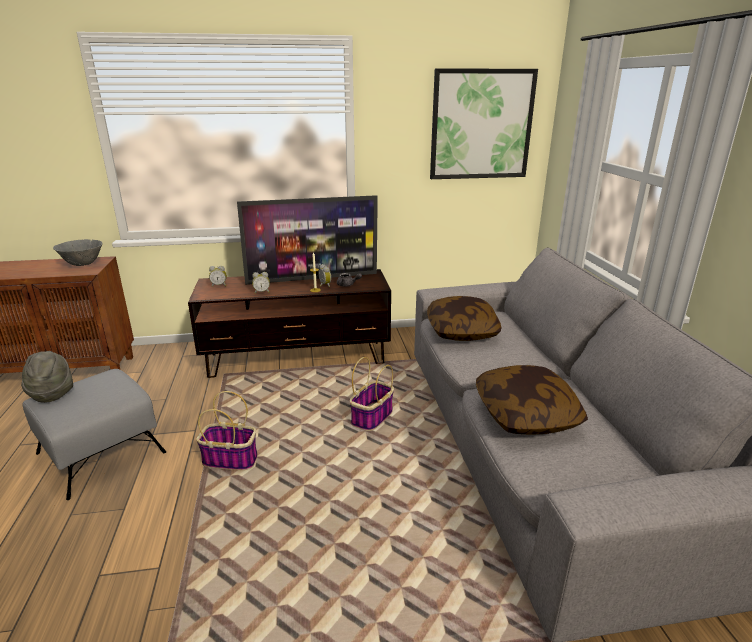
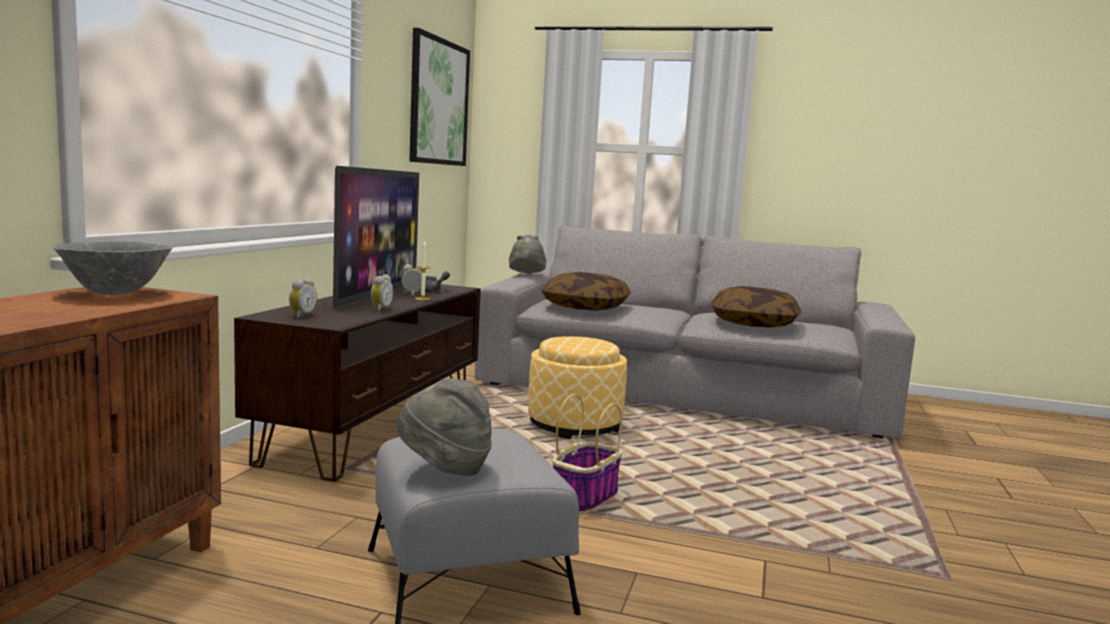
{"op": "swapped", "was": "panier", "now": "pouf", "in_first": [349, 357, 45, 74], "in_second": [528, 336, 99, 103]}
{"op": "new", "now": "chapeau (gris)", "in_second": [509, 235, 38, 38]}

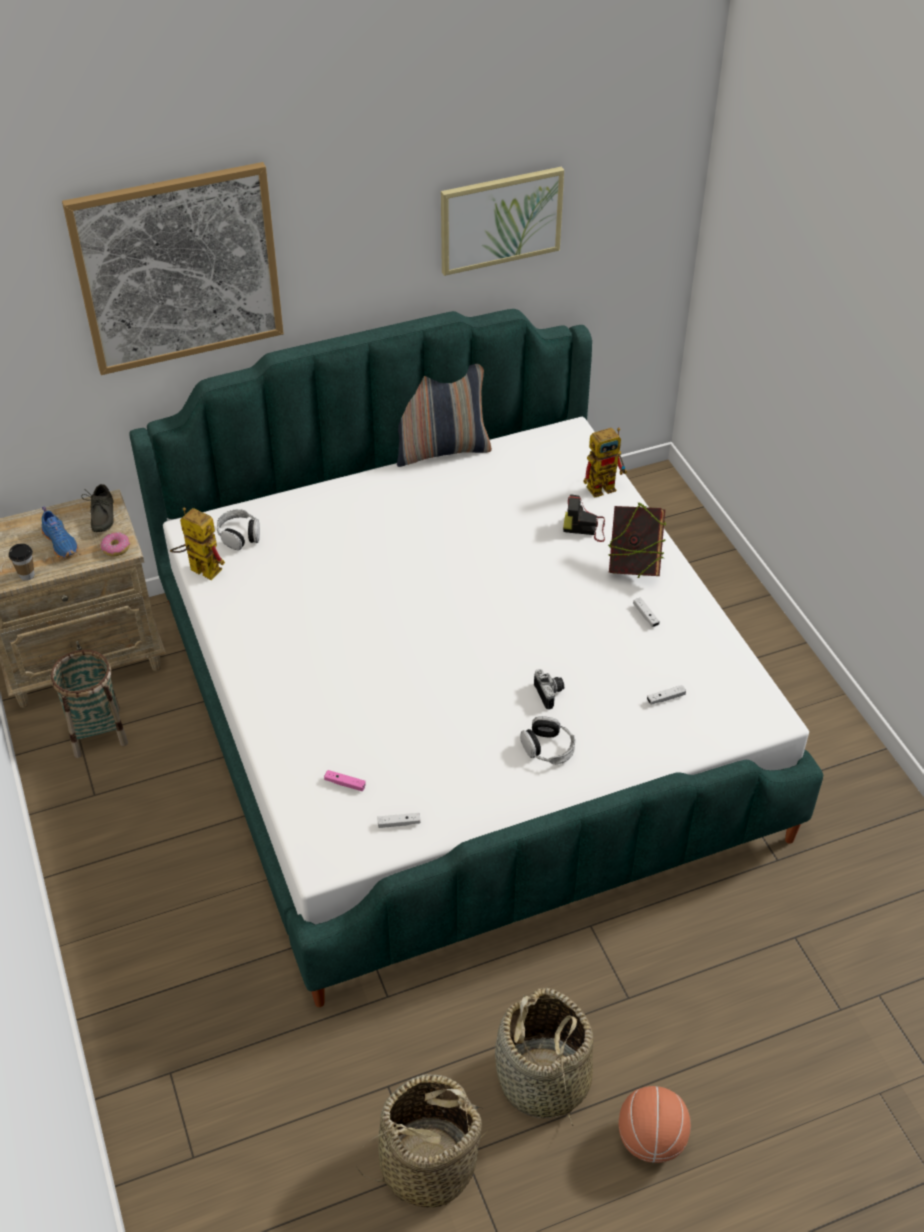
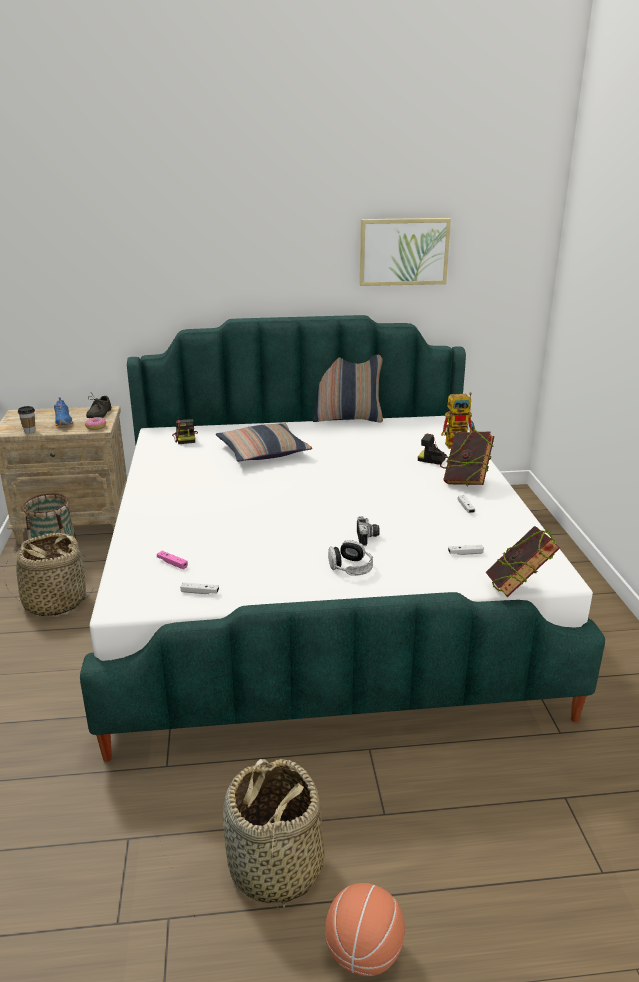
{"op": "gone", "was": "tableau", "in_first": [62, 162, 222, 213]}
{"op": "gone", "was": "robot jouet", "in_first": [170, 507, 55, 73]}
{"op": "swapped", "was": "casque audio", "now": "appareil photo", "in_first": [217, 509, 43, 41], "in_second": [172, 419, 26, 25]}
{"op": "shifted", "was": "panier", "in_first": [357, 1074, 128, 134], "in_second": [4, 533, 90, 84]}
{"op": "new", "now": "coussin", "in_second": [216, 423, 96, 39]}
{"op": "new", "now": "livre", "in_second": [486, 526, 74, 71]}

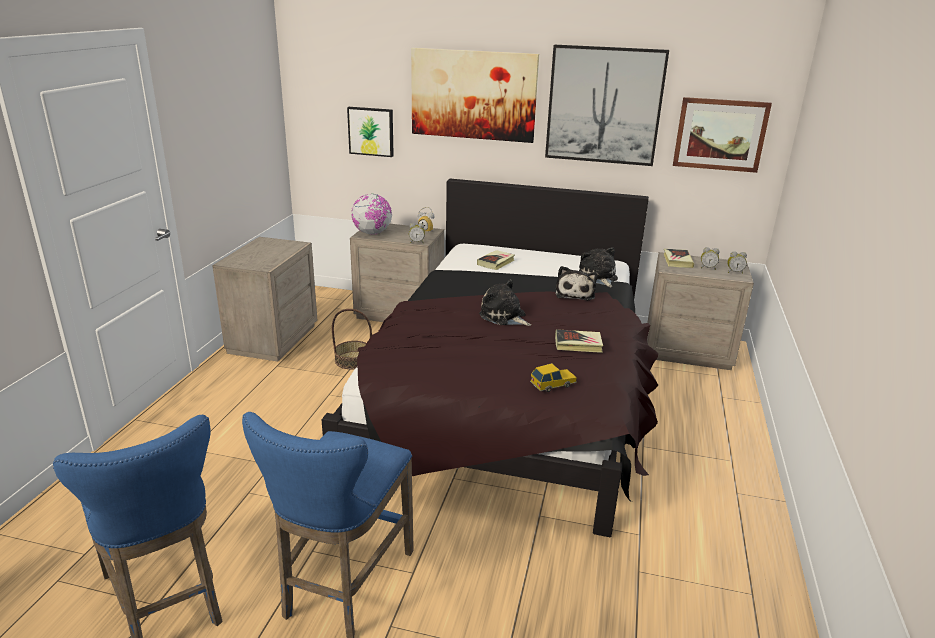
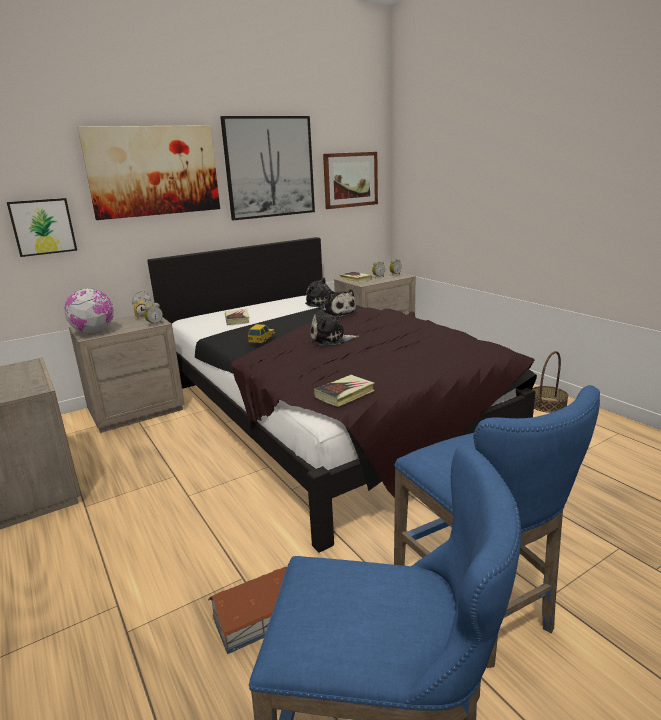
{"op": "shifted", "was": "panier", "in_first": [332, 309, 40, 60], "in_second": [532, 351, 36, 62]}
{"op": "shifted", "was": "livre", "in_first": [555, 329, 48, 24], "in_second": [314, 375, 61, 32]}
{"op": "shifted", "was": "petite voiture", "in_first": [530, 363, 47, 29], "in_second": [248, 324, 27, 19]}
{"op": "new", "now": "maison miniature", "in_second": [208, 567, 79, 87]}

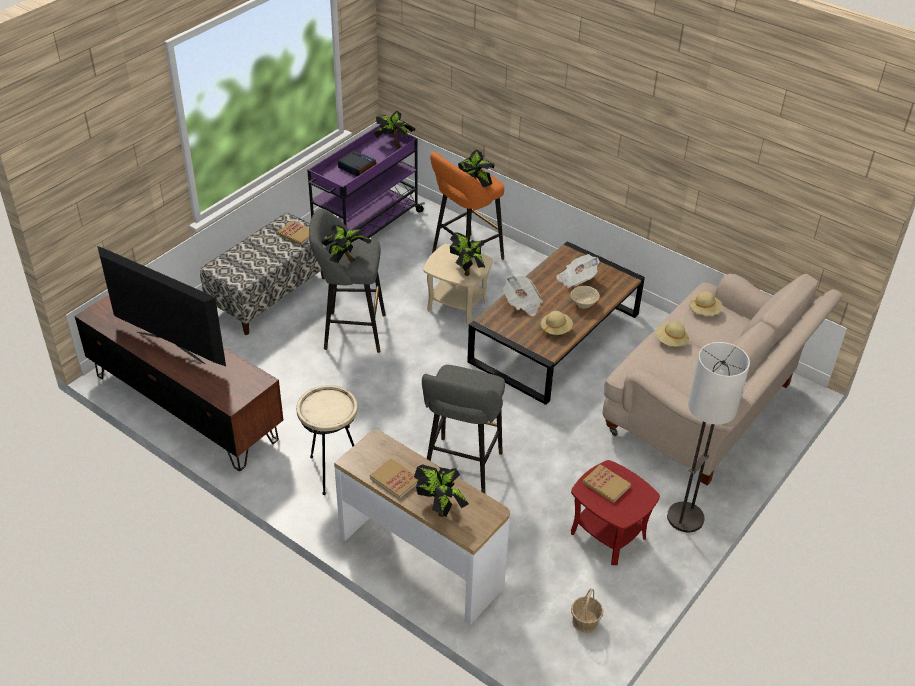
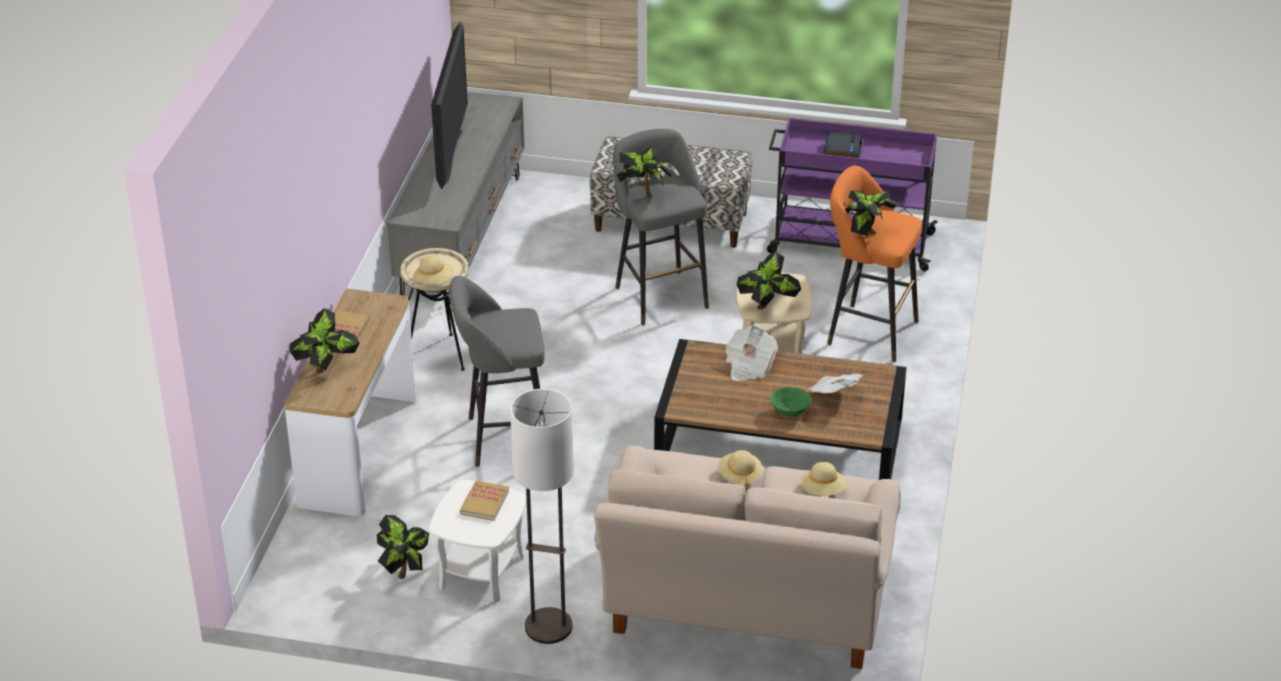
{"op": "shifted", "was": "plante en pot", "in_first": [374, 111, 42, 37], "in_second": [377, 515, 52, 64]}
{"op": "gone", "was": "livre", "in_first": [277, 220, 32, 26]}
{"op": "repainted", "was": "bol (beige)", "now": "bol (vert)", "in_first": [571, 286, 29, 22], "in_second": [771, 387, 41, 30]}
{"op": "repainted", "was": "meuble télé (marron)", "now": "meuble télé (gris)", "in_first": [75, 295, 208, 176], "in_second": [387, 92, 137, 213]}
{"op": "shifted", "was": "chapeau (beige)", "in_first": [540, 311, 33, 25], "in_second": [414, 255, 40, 30]}
{"op": "repainted", "was": "table d'appoint (rouge)", "now": "table d'appoint (blanc)", "in_first": [571, 460, 89, 105], "in_second": [429, 480, 97, 123]}
{"op": "gone", "was": "panier", "in_first": [571, 588, 32, 45]}

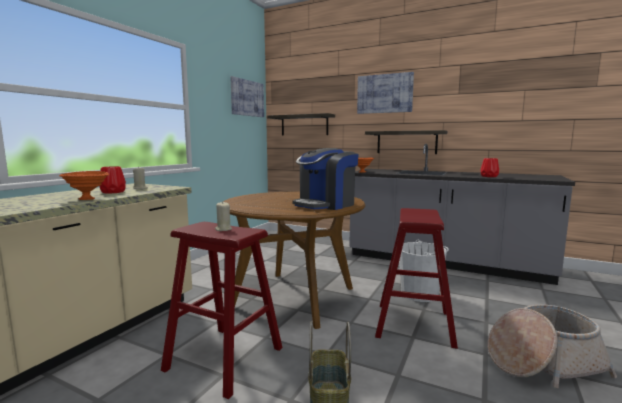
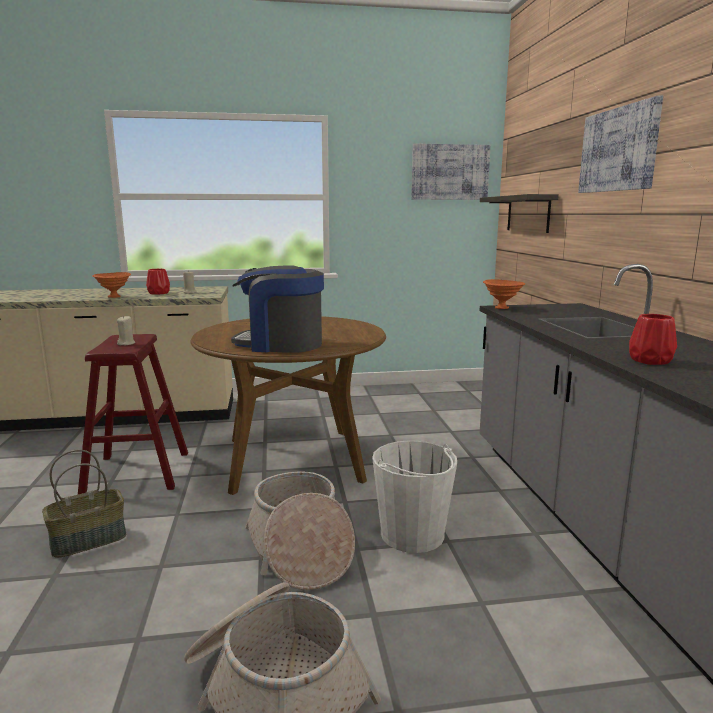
{"op": "gone", "was": "étagère", "in_first": [365, 130, 82, 24]}
{"op": "swapped", "was": "tabouret (rouge)", "now": "panier", "in_first": [375, 208, 83, 141], "in_second": [245, 471, 110, 119]}

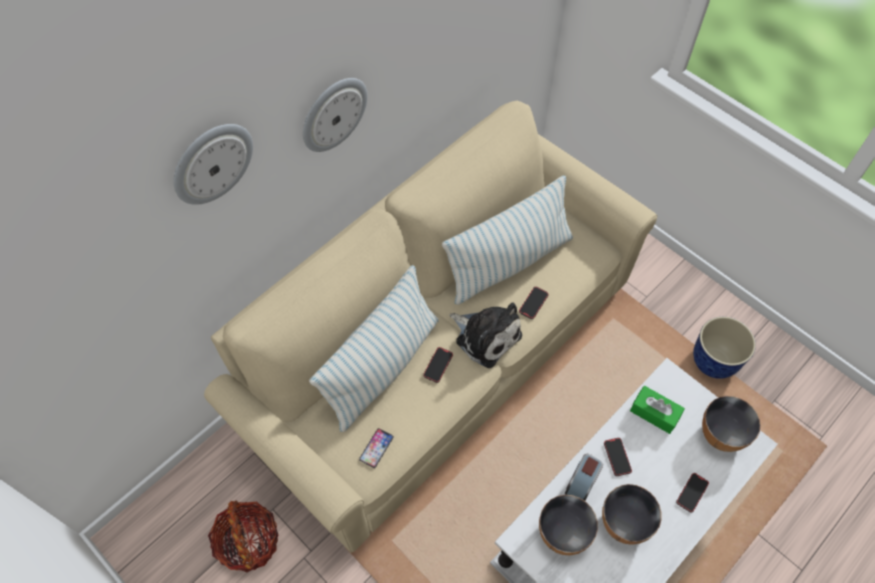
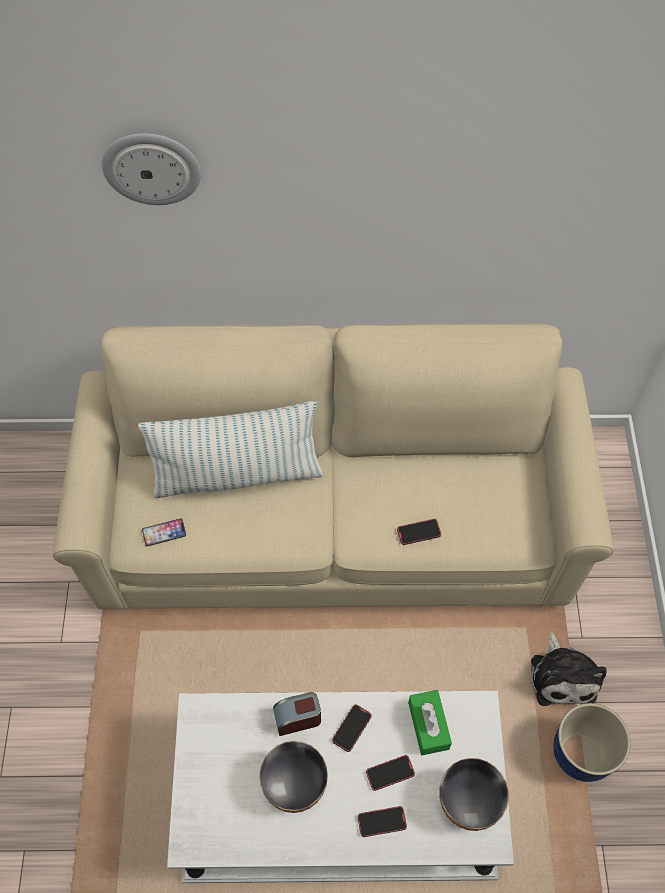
{"op": "gone", "was": "horloge murale", "in_first": [303, 78, 64, 74]}
{"op": "gone", "was": "coussin", "in_first": [442, 175, 131, 130]}
{"op": "shifted", "was": "peluche", "in_first": [450, 303, 72, 65], "in_second": [531, 632, 76, 74]}
{"op": "shifted", "was": "téléphone", "in_first": [423, 347, 30, 36], "in_second": [366, 755, 49, 36]}
{"op": "gone", "was": "bol", "in_first": [539, 495, 59, 60]}
{"op": "gone", "was": "panier", "in_first": [208, 501, 71, 71]}

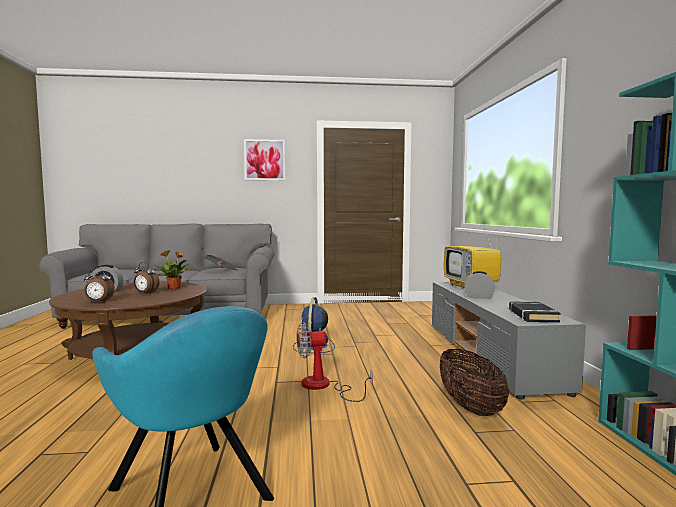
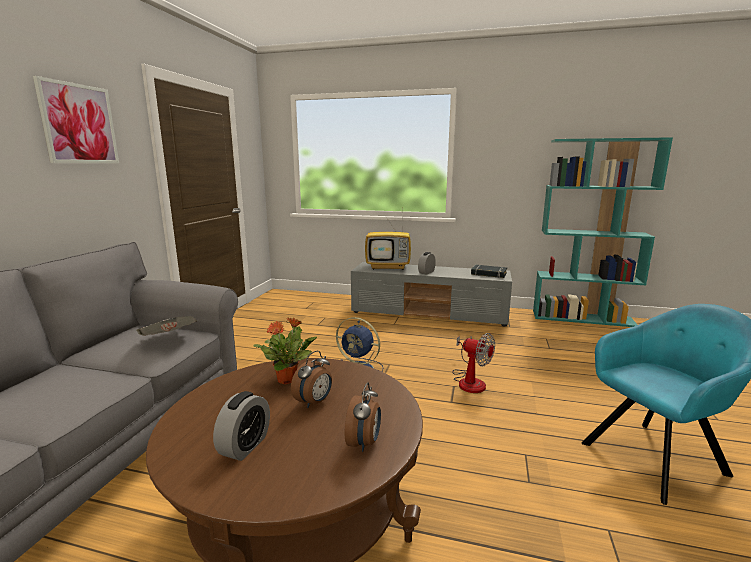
{"op": "rotated", "was": "ventilateur", "in_first": [297, 322, 76, 80], "in_second": [452, 333, 43, 60], "clockwise": -60}
{"op": "gone", "was": "panier", "in_first": [440, 349, 70, 67]}

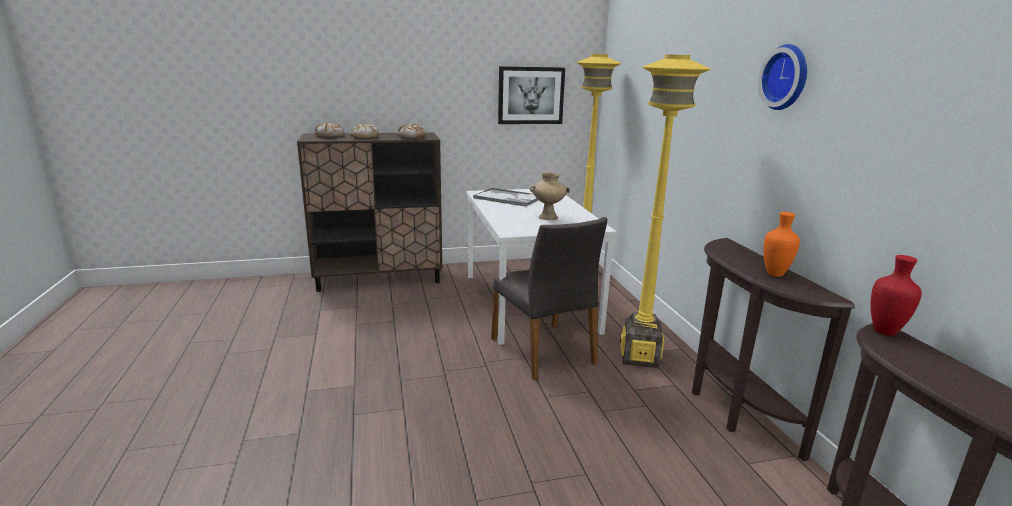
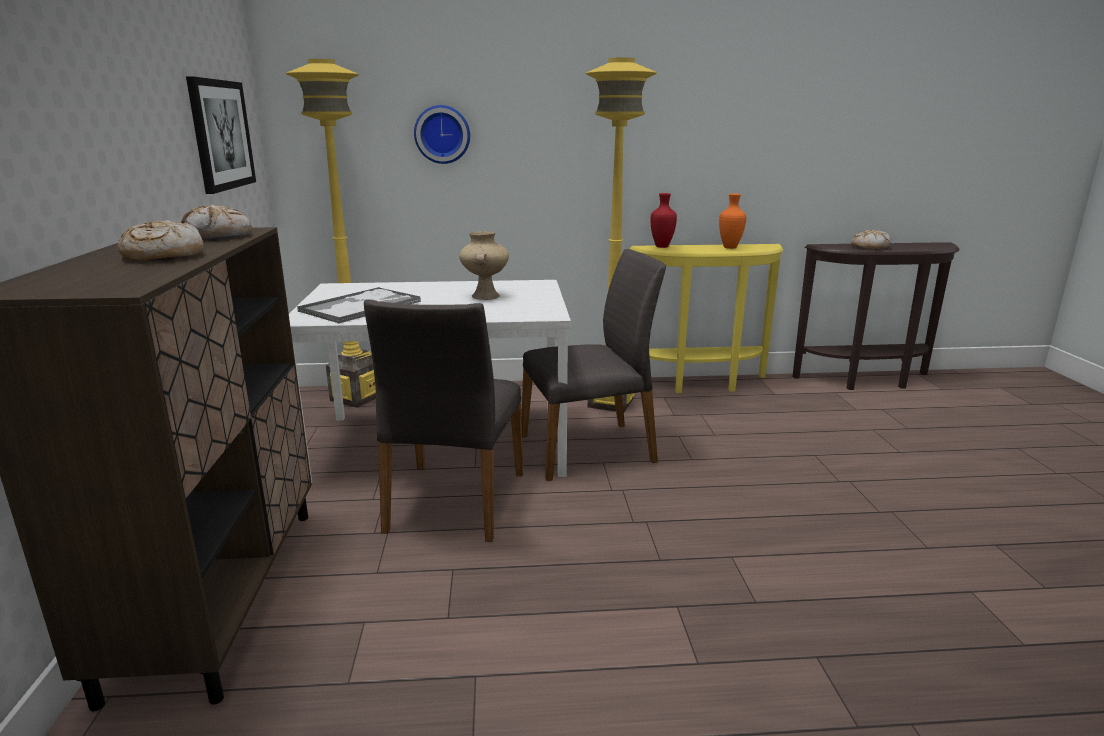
{"op": "shifted", "was": "horloge murale", "in_first": [758, 44, 49, 66], "in_second": [414, 105, 56, 59]}
{"op": "shifted", "was": "pain", "in_first": [315, 122, 29, 16], "in_second": [851, 230, 40, 20]}
{"op": "repainted", "was": "table console (marron)", "now": "table console (jaune)", "in_first": [692, 238, 163, 223], "in_second": [629, 244, 154, 149]}
{"op": "shifted", "was": "vase (rouge)", "in_first": [871, 255, 51, 81], "in_second": [650, 193, 27, 55]}
{"op": "new", "now": "chaise (gris)", "in_second": [364, 299, 159, 243]}

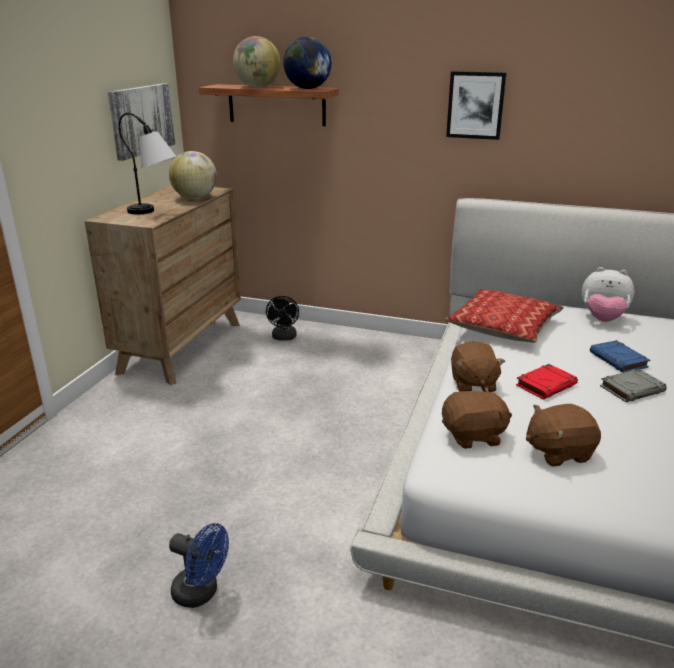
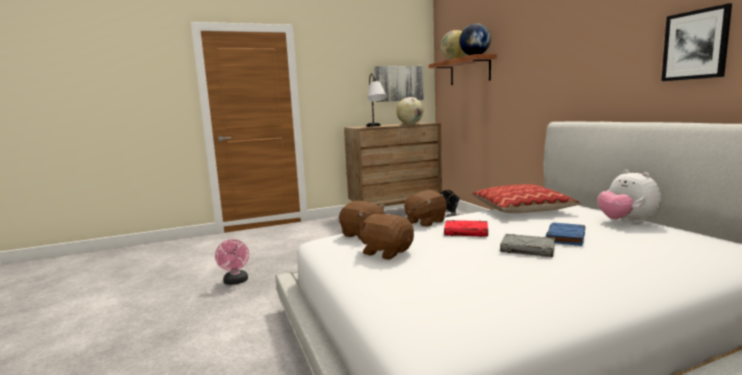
{"op": "shifted", "was": "tableau", "in_first": [446, 71, 61, 69], "in_second": [661, 3, 71, 78]}
{"op": "repainted", "was": "ventilateur (bleu)", "now": "ventilateur (rose)", "in_first": [169, 523, 60, 85], "in_second": [215, 239, 34, 46]}

